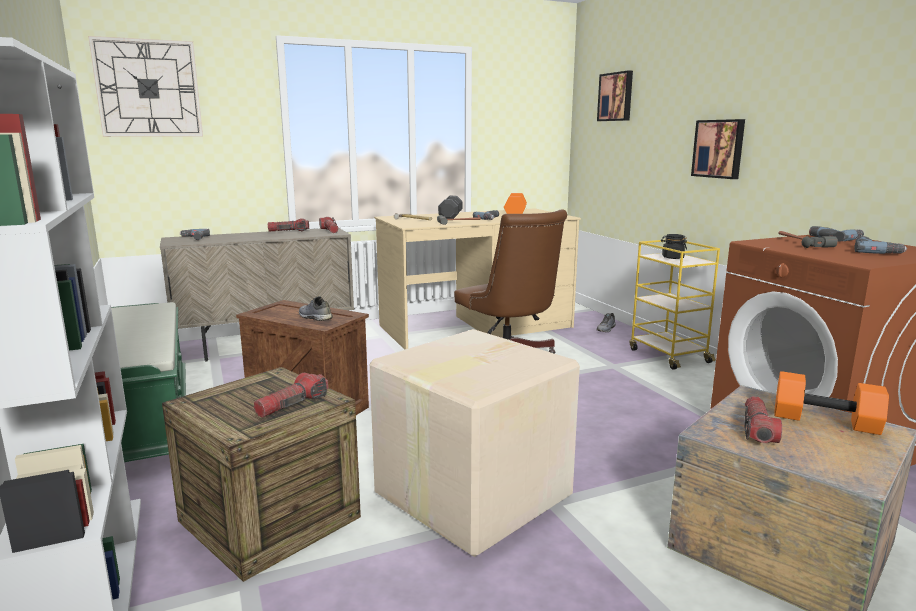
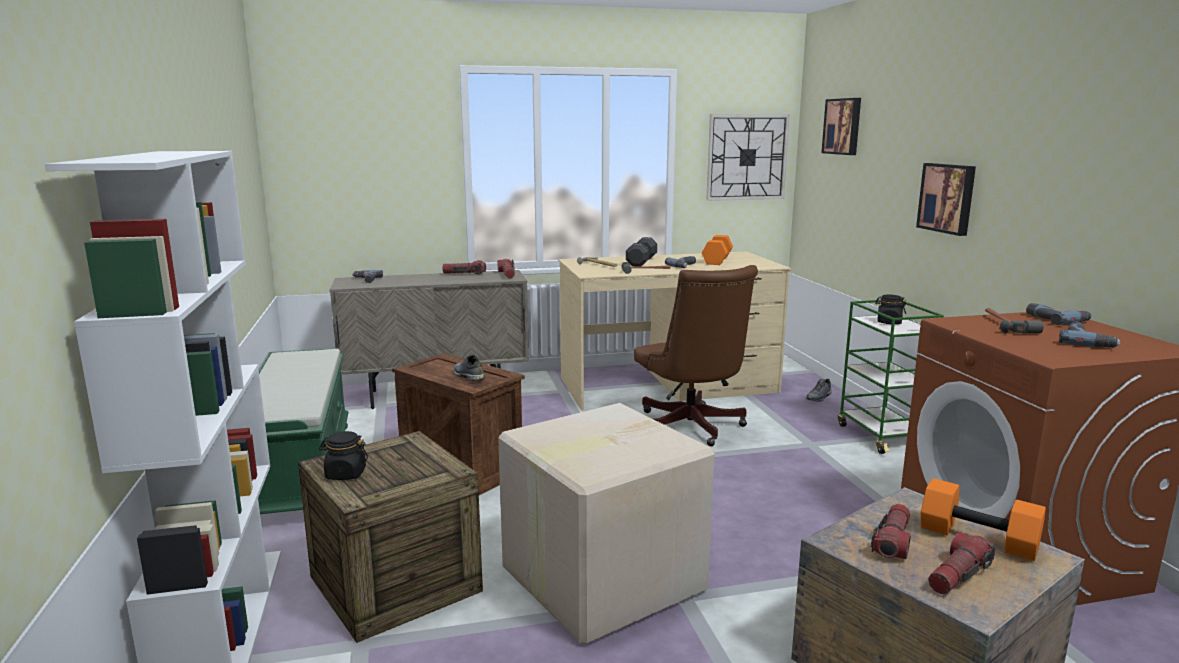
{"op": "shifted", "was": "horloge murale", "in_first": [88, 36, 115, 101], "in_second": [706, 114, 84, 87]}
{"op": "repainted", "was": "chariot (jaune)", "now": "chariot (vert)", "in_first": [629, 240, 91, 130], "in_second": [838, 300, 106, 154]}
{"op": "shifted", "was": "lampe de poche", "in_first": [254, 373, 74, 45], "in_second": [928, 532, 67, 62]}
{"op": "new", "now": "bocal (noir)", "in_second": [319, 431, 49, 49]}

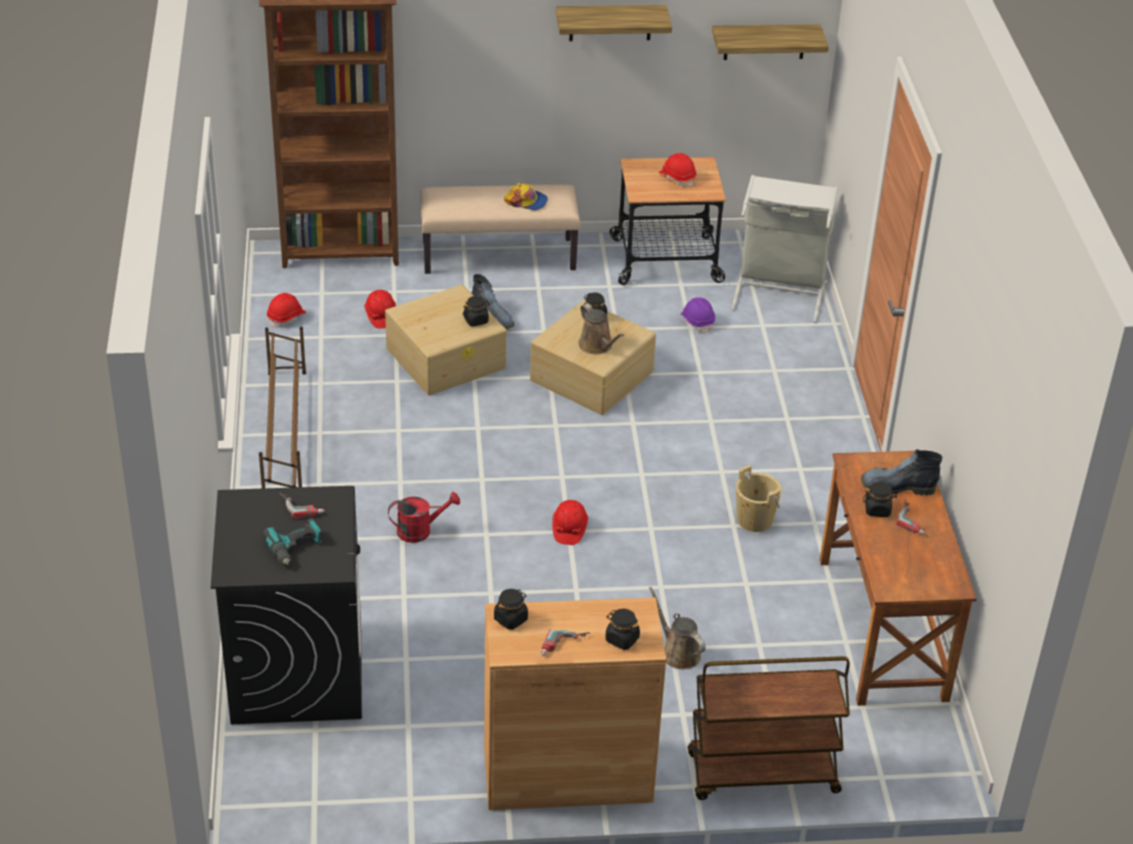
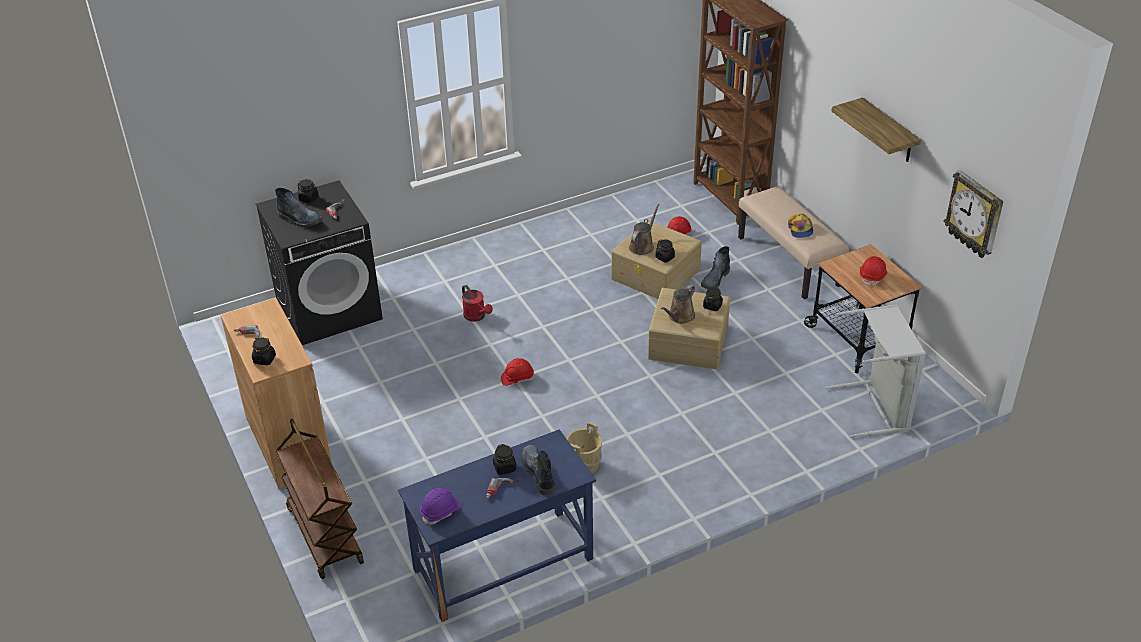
{"op": "swapped", "was": "étagère", "now": "horloge murale", "in_first": [712, 24, 117, 36], "in_second": [944, 170, 59, 88]}
{"op": "gone", "was": "casque de chantier (rouge)", "in_first": [267, 293, 39, 35]}
{"op": "shifted", "was": "casque de chantier (violet)", "in_first": [680, 297, 35, 36], "in_second": [420, 488, 42, 37]}
{"op": "gone", "was": "étagère à chaussures (marron)", "in_first": [259, 327, 47, 162]}
{"op": "repainted", "was": "bureau (marron)", "now": "bureau (bleu)", "in_first": [820, 450, 157, 256], "in_second": [398, 429, 198, 193]}
{"op": "swapped", "was": "perceuse", "now": "botte", "in_first": [263, 518, 58, 47], "in_second": [275, 188, 47, 39]}
{"op": "shifted", "was": "arrosoir (marron)", "in_first": [649, 587, 57, 82], "in_second": [629, 204, 31, 51]}
{"op": "shifted", "was": "bocal (noir)", "in_first": [494, 589, 34, 41], "in_second": [297, 179, 22, 24]}

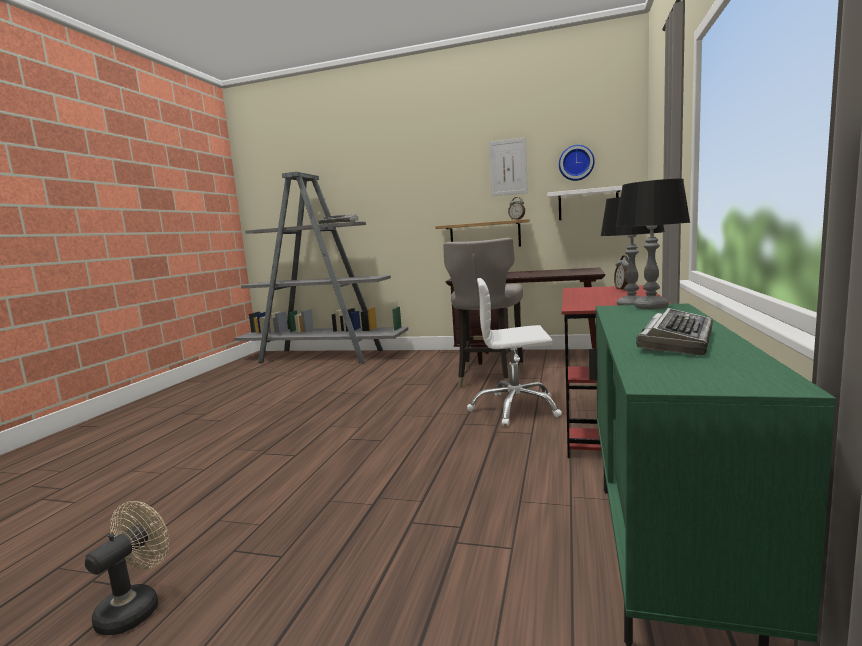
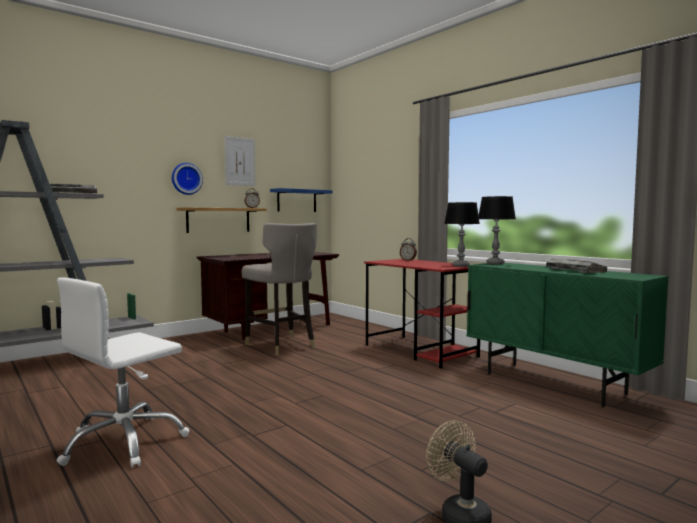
{"op": "shifted", "was": "horloge murale", "in_first": [559, 145, 36, 36], "in_second": [172, 163, 31, 32]}
{"op": "repainted", "was": "étagère (blanc)", "now": "étagère (bleu)", "in_first": [547, 186, 75, 34], "in_second": [270, 188, 62, 24]}
{"op": "shifted", "was": "chaise de bureau (blanc)", "in_first": [467, 278, 95, 148], "in_second": [56, 277, 133, 191]}

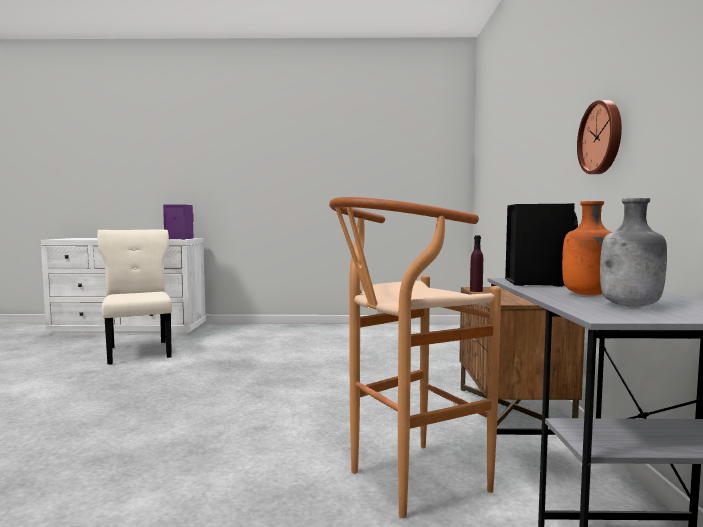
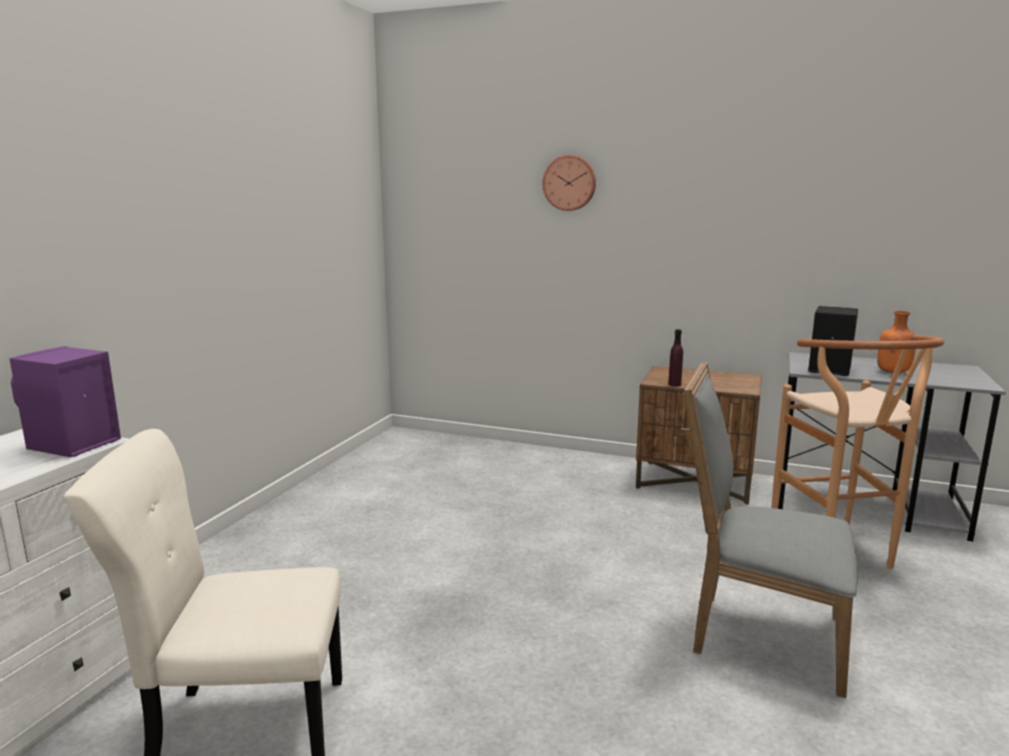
{"op": "shifted", "was": "horloge murale", "in_first": [577, 100, 45, 74], "in_second": [542, 155, 54, 56]}
{"op": "gone", "was": "bouteille (gris)", "in_first": [600, 198, 67, 109]}
{"op": "new", "now": "chaise (gris)", "in_second": [684, 362, 173, 336]}

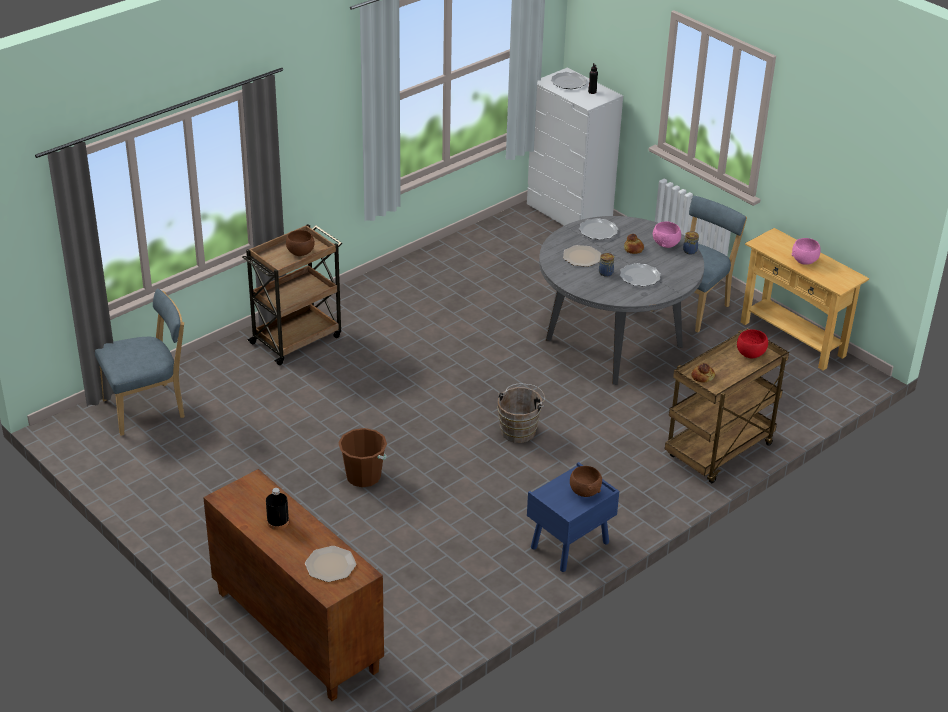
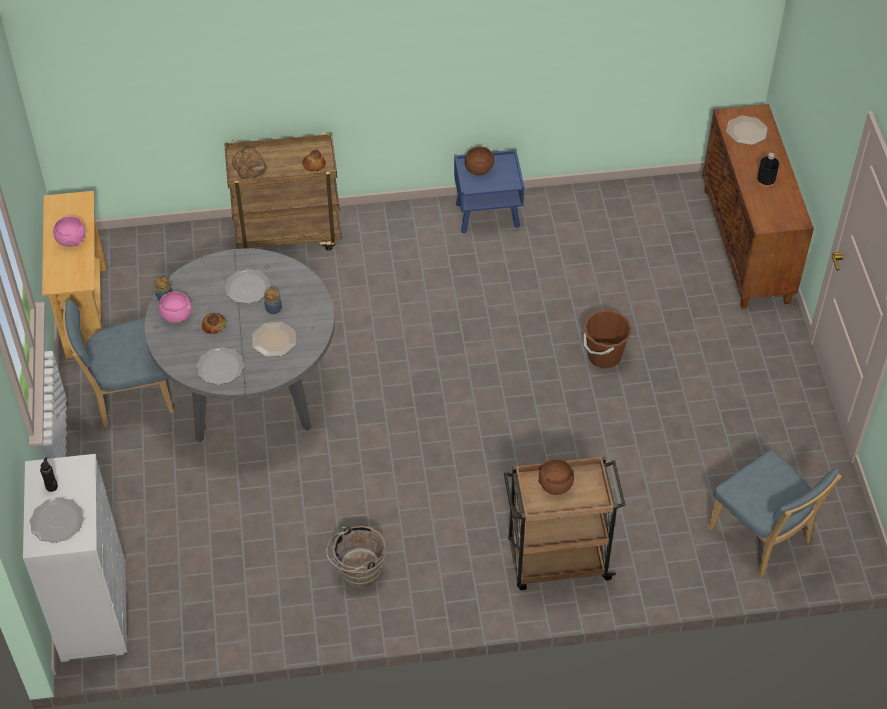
{"op": "rotated", "was": "chaise (bleu)", "in_first": [95, 289, 89, 147], "in_second": [708, 450, 134, 127], "clockwise": -135}
{"op": "swapped", "was": "bol (rouge)", "now": "pain", "in_first": [737, 329, 31, 29], "in_second": [232, 147, 35, 32]}
{"op": "shifted", "was": "seau (marron)", "in_first": [498, 384, 47, 59], "in_second": [327, 526, 59, 62]}

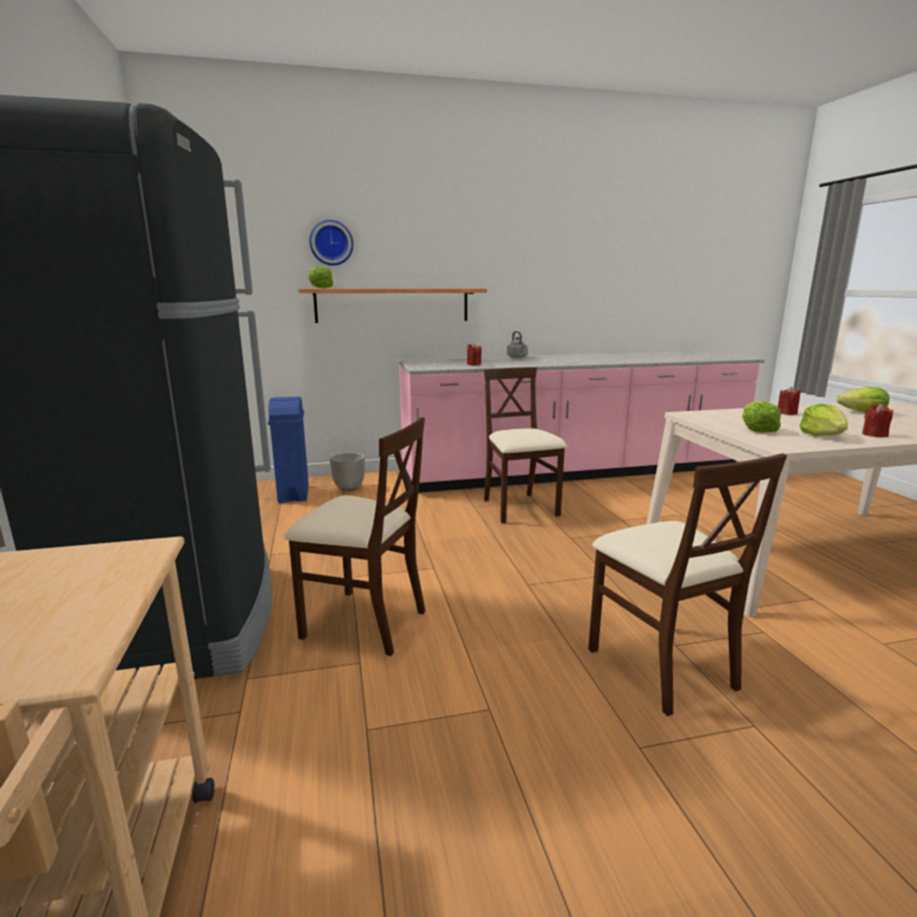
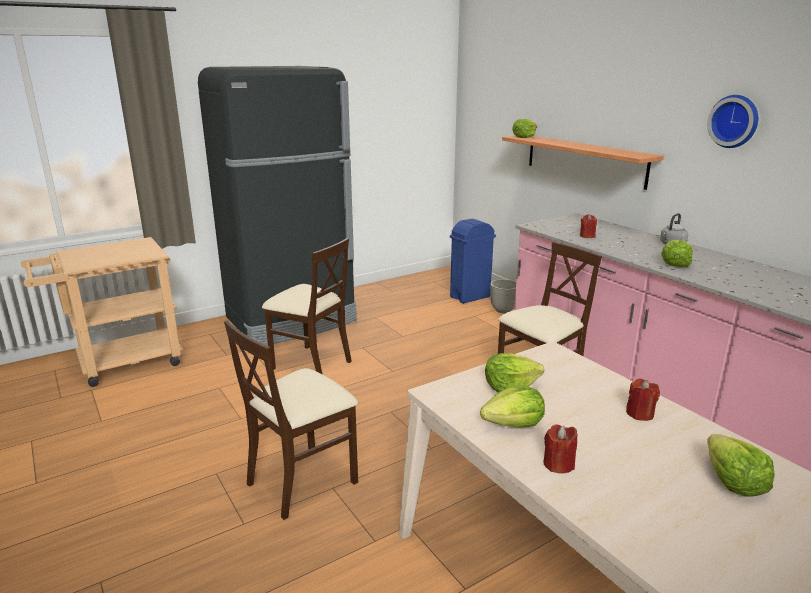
{"op": "shifted", "was": "horloge murale", "in_first": [309, 220, 44, 46], "in_second": [707, 95, 51, 53]}
{"op": "rotated", "was": "chaise (beige)", "in_first": [285, 417, 140, 239], "in_second": [262, 238, 90, 136], "clockwise": -60}
{"op": "new", "now": "laitue", "in_second": [661, 240, 32, 27]}

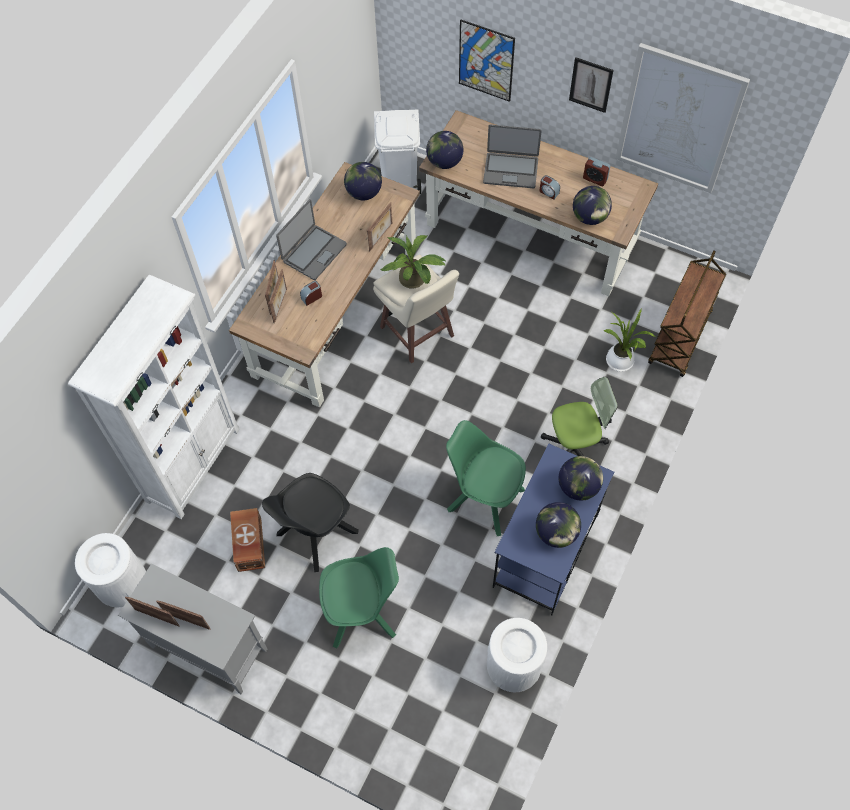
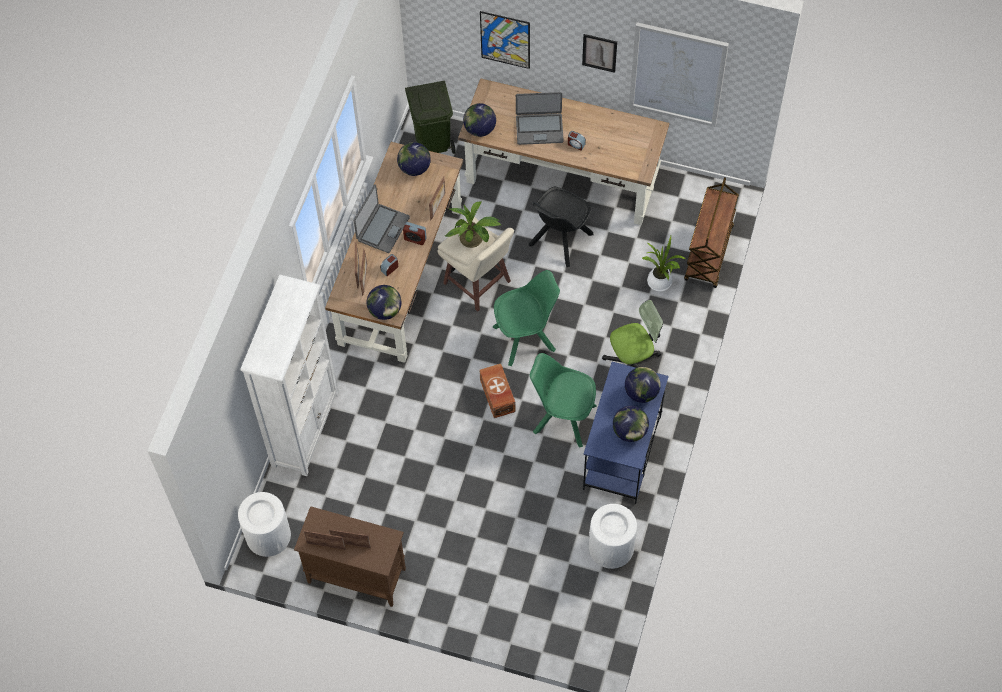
{"op": "repainted", "was": "poubelle (blanc)", "now": "poubelle (vert)", "in_first": [374, 110, 47, 84], "in_second": [405, 81, 51, 73]}
{"op": "shifted", "was": "réveil", "in_first": [583, 157, 27, 29], "in_second": [403, 222, 24, 23]}
{"op": "shifted", "was": "globe", "in_first": [573, 186, 39, 39], "in_second": [367, 285, 35, 35]}
{"op": "shifted", "was": "chaise (noir)", "in_first": [262, 473, 97, 99], "in_second": [529, 187, 64, 80]}
{"op": "shifted", "was": "boîte de rangement (marron)", "in_first": [230, 508, 35, 64], "in_second": [480, 364, 36, 54]}
{"op": "shifted", "was": "chaise (vert)", "in_first": [319, 547, 80, 102], "in_second": [492, 270, 68, 96]}
{"op": "repainted", "was": "meuble de rangement (gris)", "now": "meuble de rangement (marron)", "in_first": [118, 563, 149, 131], "in_second": [294, 506, 112, 101]}

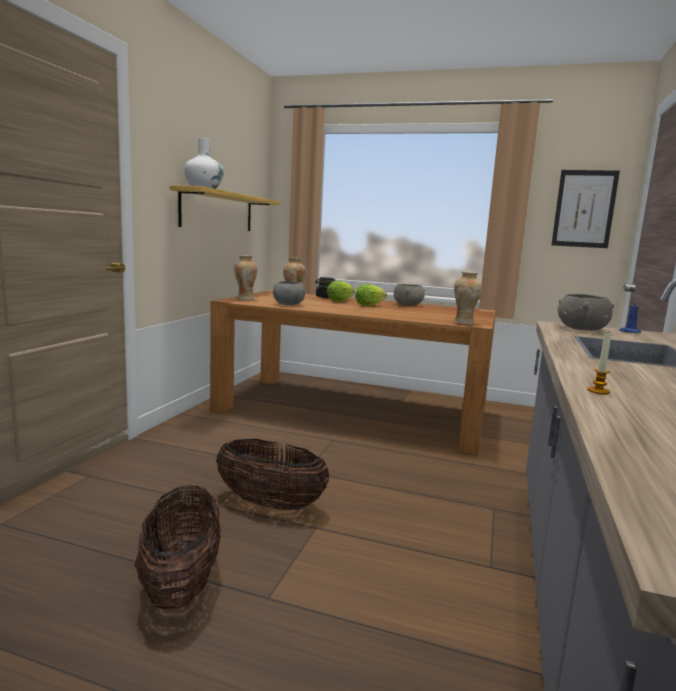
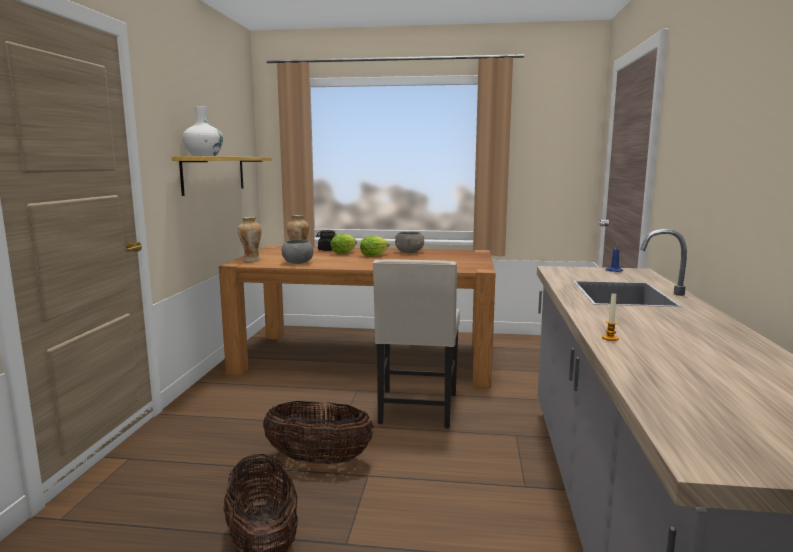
{"op": "gone", "was": "tableau", "in_first": [551, 170, 69, 78]}
{"op": "gone", "was": "vase", "in_first": [454, 271, 29, 54]}
{"op": "gone", "was": "bol (gris)", "in_first": [557, 294, 57, 36]}
{"op": "new", "now": "chaise (beige)", "in_second": [373, 259, 87, 169]}

